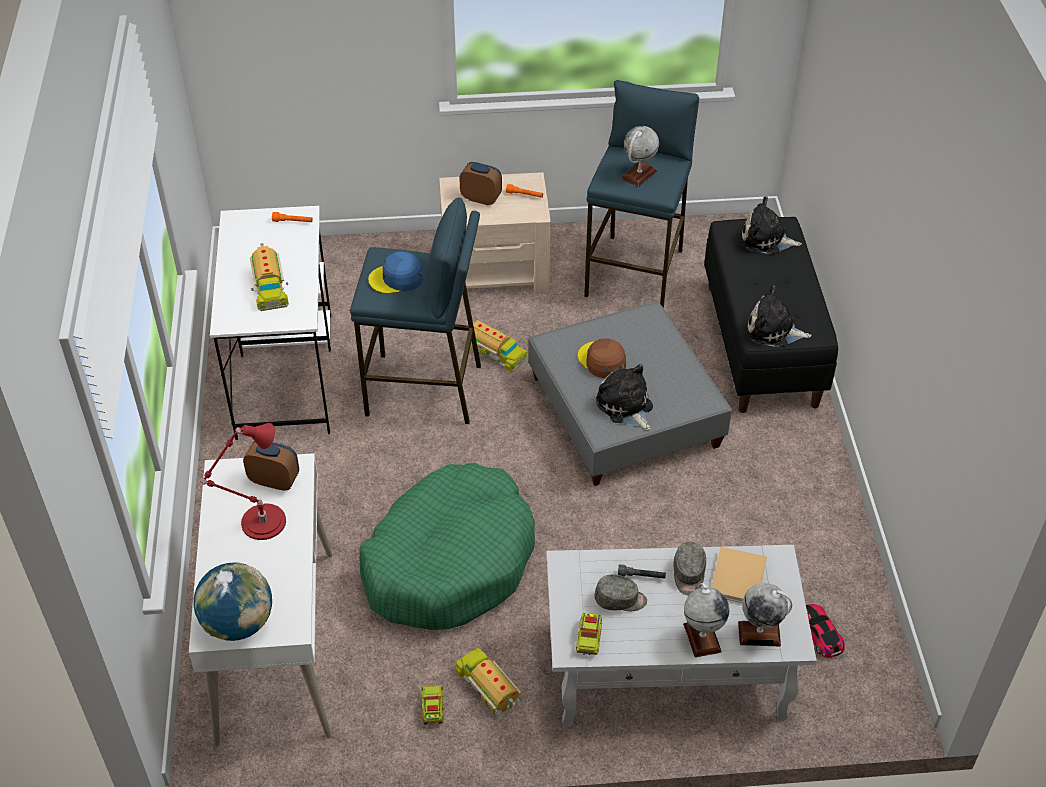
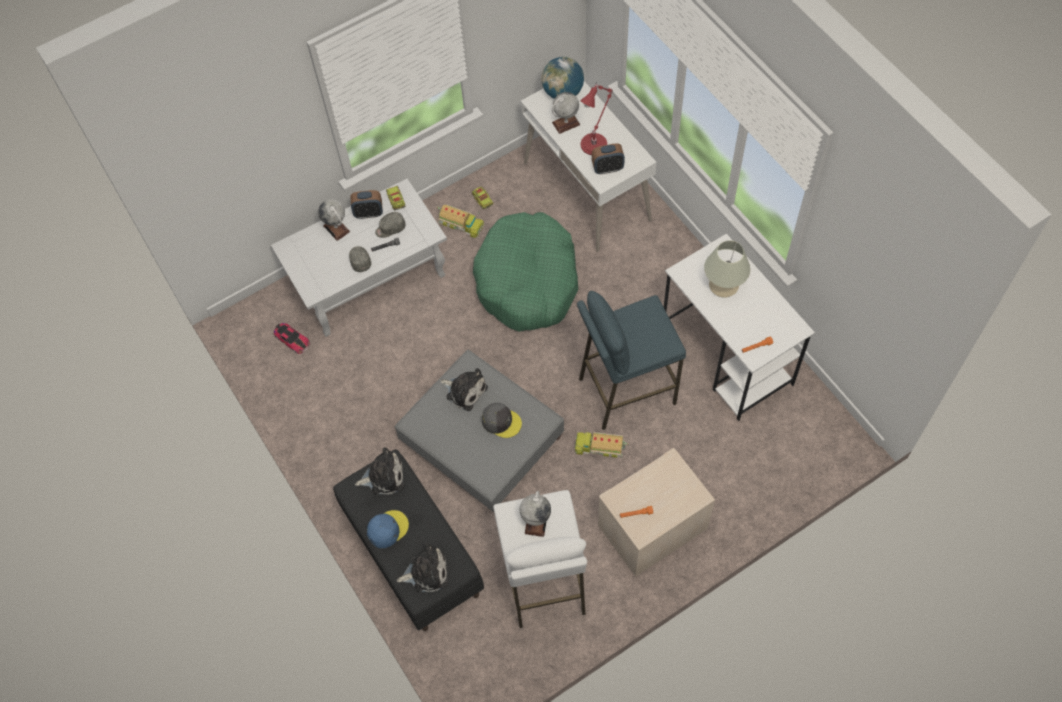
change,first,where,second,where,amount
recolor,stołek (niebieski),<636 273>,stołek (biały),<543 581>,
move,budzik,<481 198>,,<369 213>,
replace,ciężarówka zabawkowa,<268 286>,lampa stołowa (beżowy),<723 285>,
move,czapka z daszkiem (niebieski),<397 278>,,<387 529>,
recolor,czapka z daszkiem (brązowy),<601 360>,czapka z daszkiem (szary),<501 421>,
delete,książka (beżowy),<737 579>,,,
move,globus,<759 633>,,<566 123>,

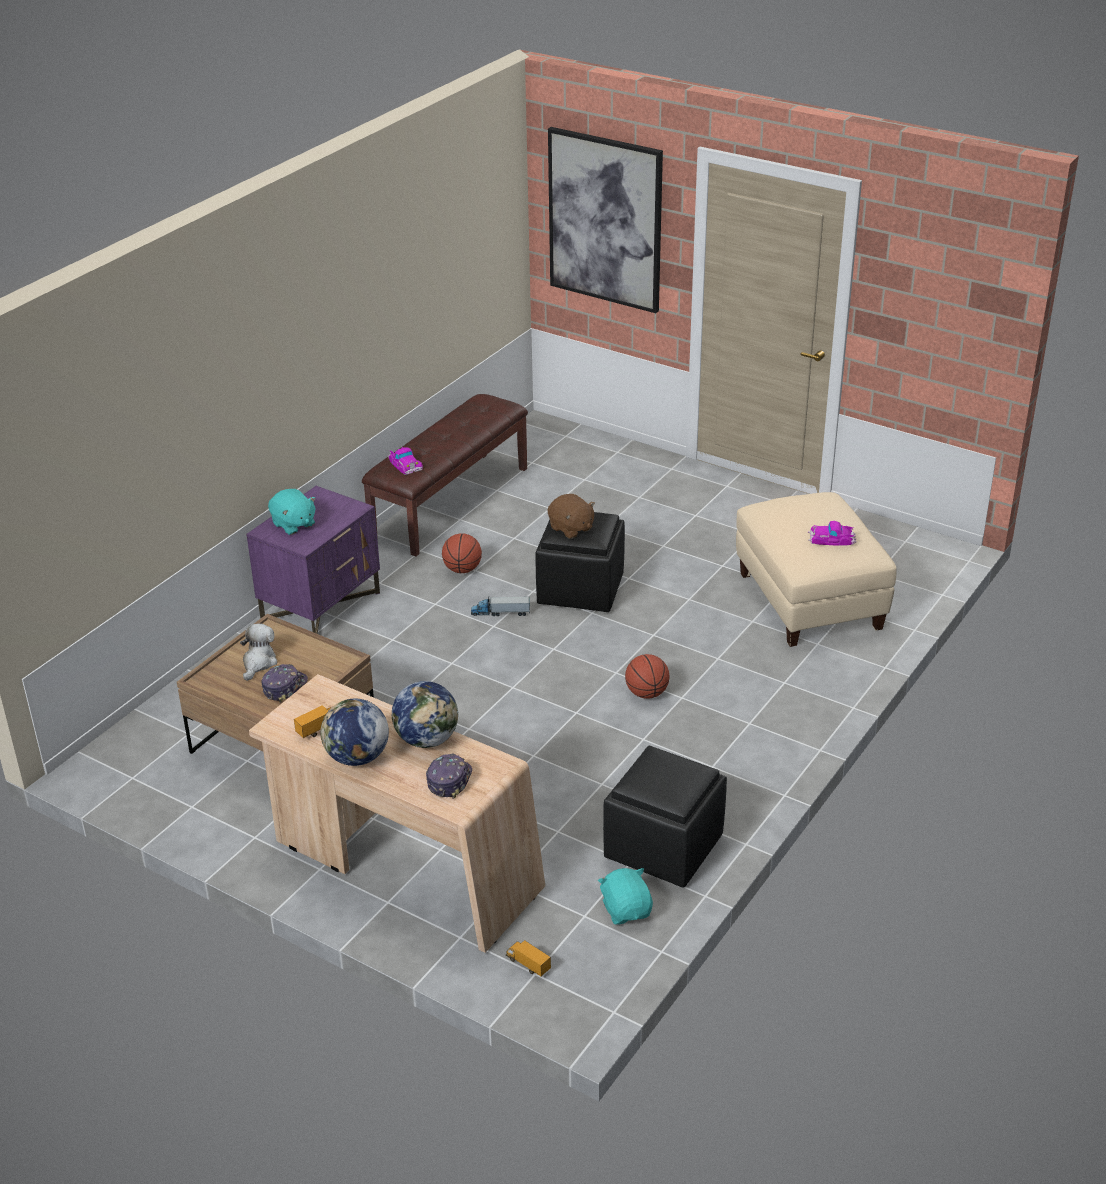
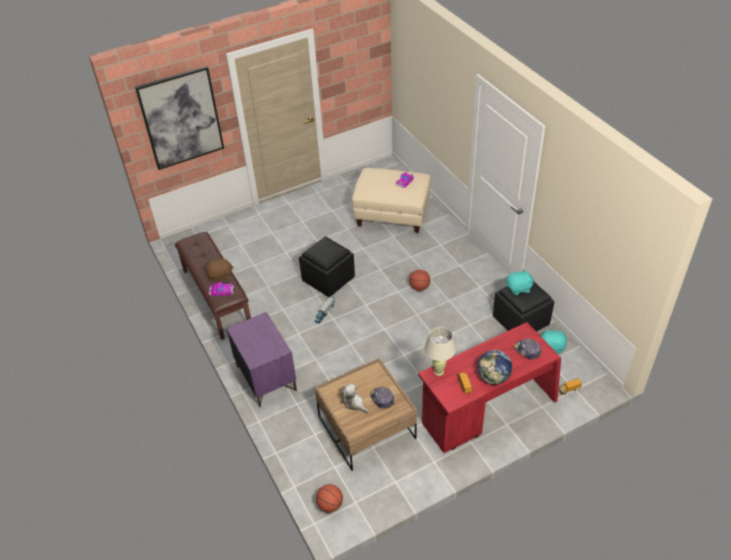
change,first,where,second,where,amount
move,pluszak (turkusowy),<293 524>,,<519 288>,
move,pluszak (brązowy),<571 529>,,<220 275>,
move,piłka do koszykówki,<462 569>,,<330 505>,
recolor,biurko (beżowy),<403 868>,biurko (czerwony),<487 411>,
delete,globus,<427 739>,,,
insert,,,lampa stołowa (beżowy),<438 372>,

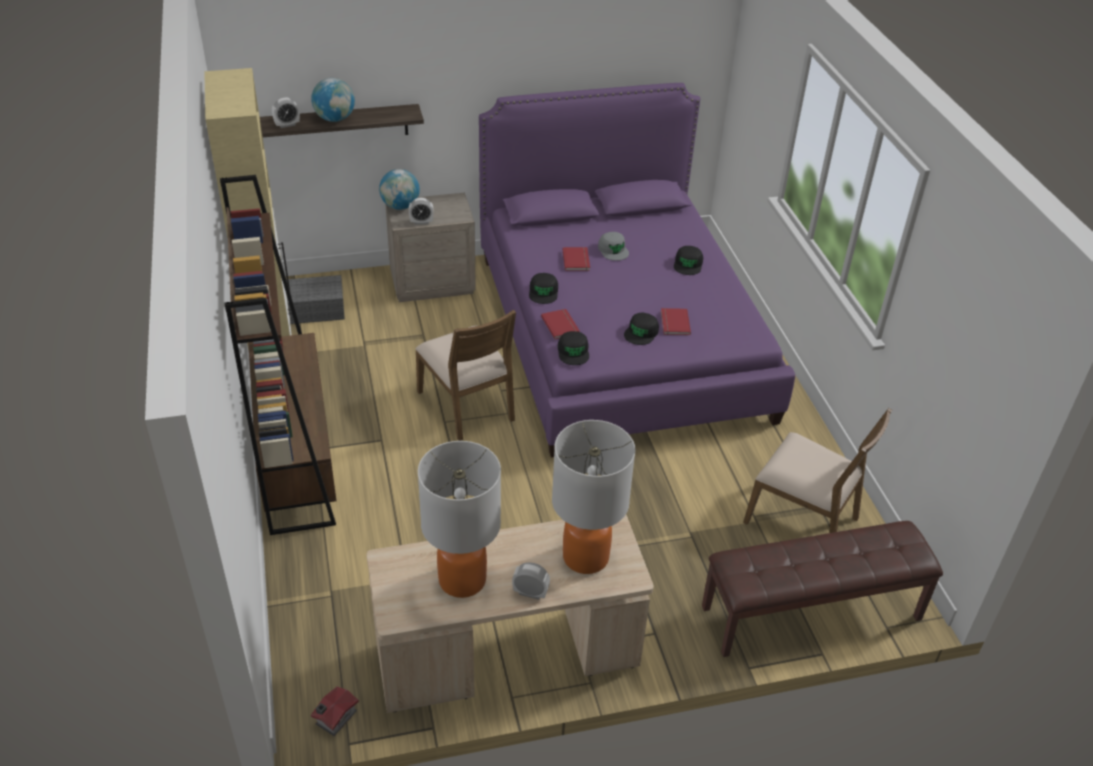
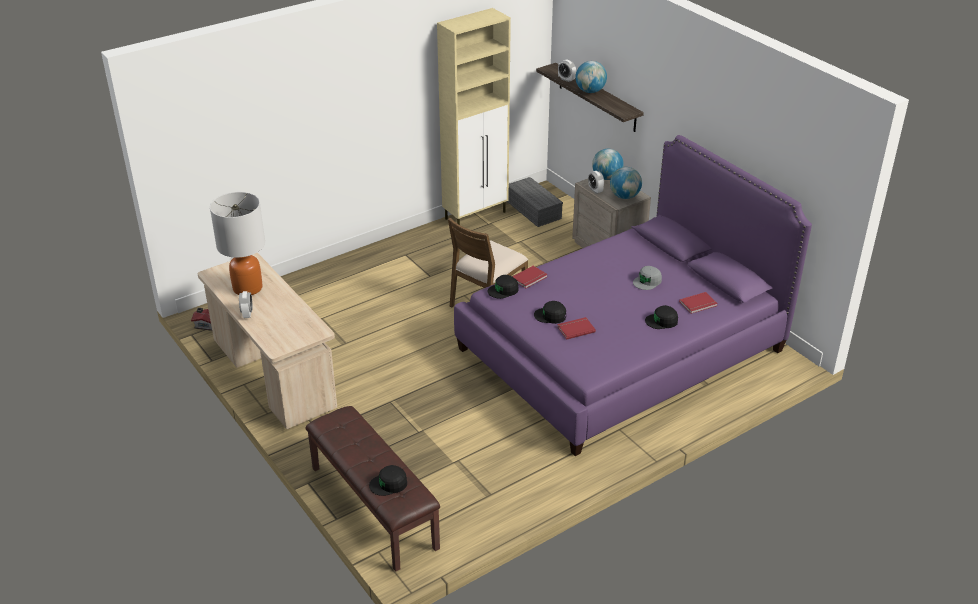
change,first,where,second,where,amount
delete,regał (brązowy),<296 458>,,,
move,książka (czerwony),<577 260>,,<699 304>,
move,czapka z daszkiem (czarny),<543 292>,,<389 484>,
delete,krzesło (brązowy),<803 519>,,,
delete,lampa stołowa,<585 557>,,,
insert,,,globus,<624 196>,

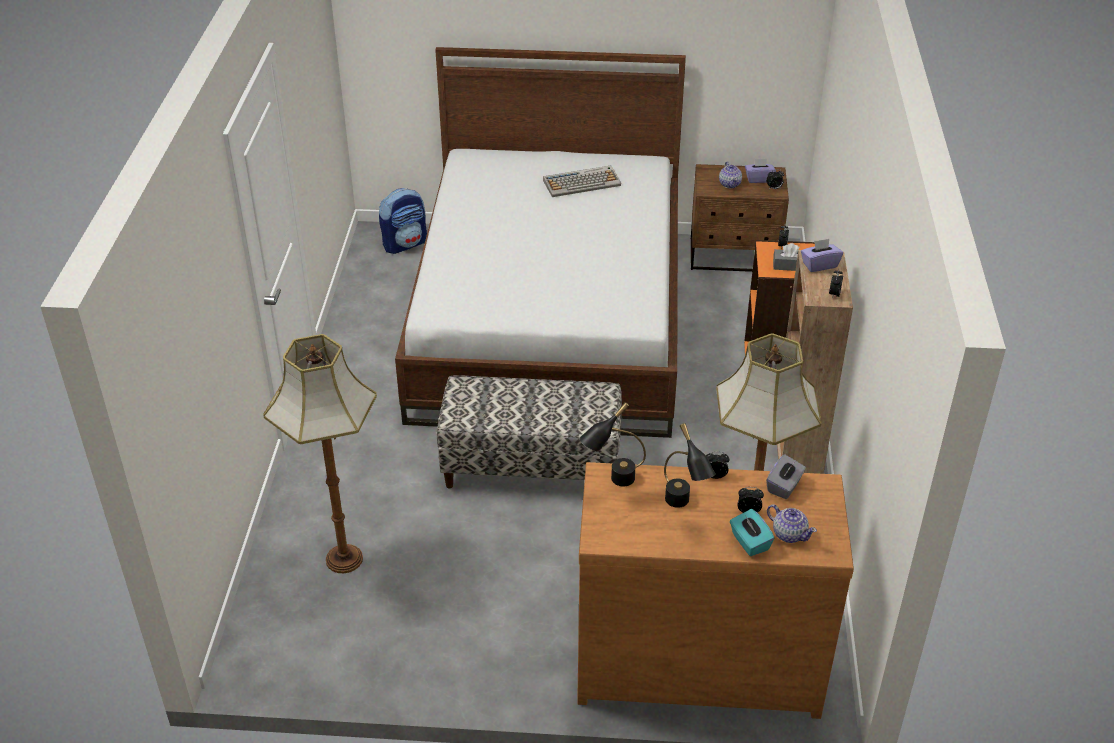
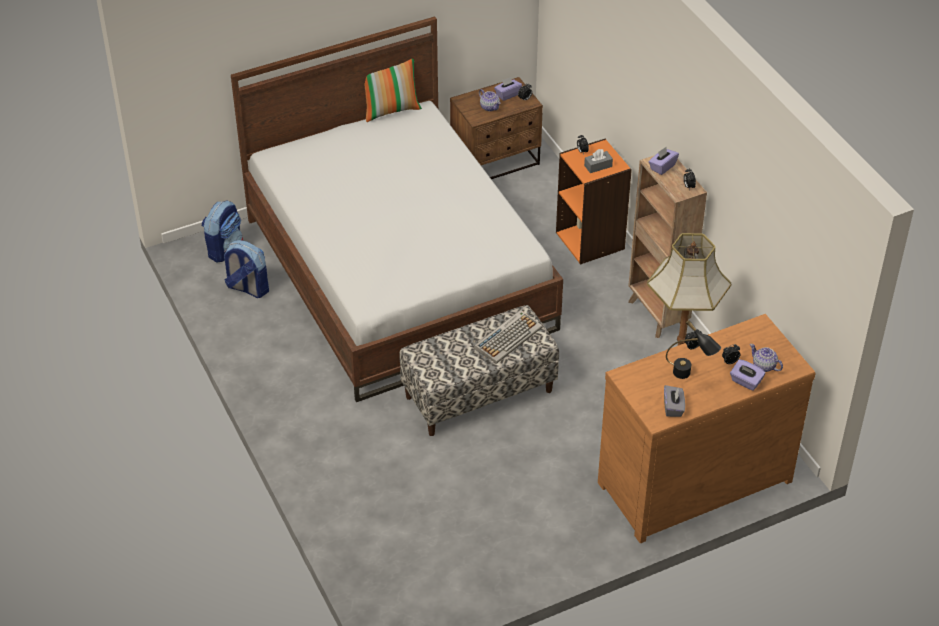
change,first,where,second,where,amount
move,klawiatura,<582 182>,,<508 337>,
delete,lampa stojąca,<342 559>,,,
delete,lampa stołowa (czarny),<613 482>,,,
move,pudełko chusteczek (szary),<784 486>,,<673 407>,
rotate,imbryk,<789 534>,,<764 366>,150 degrees counterclockwise
recolor,pudełko chusteczek (turkusowy),<749 542>,pudełko chusteczek (fioletowy),<746 382>,
insert,,,poduszka,<391 110>,
insert,,,plecak,<247 288>,

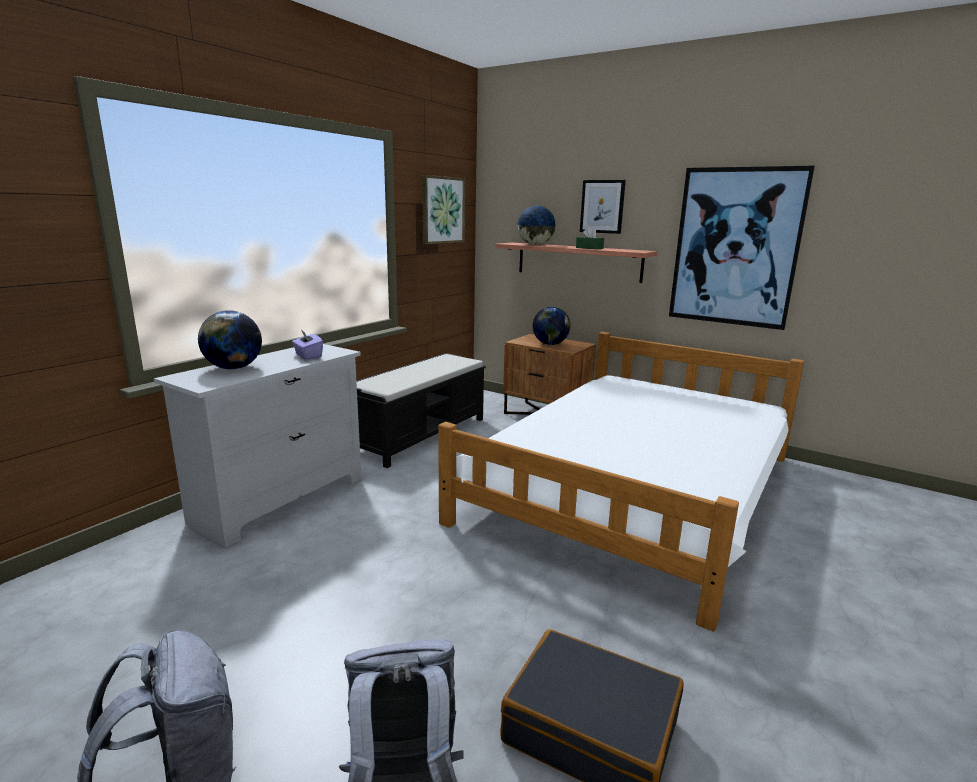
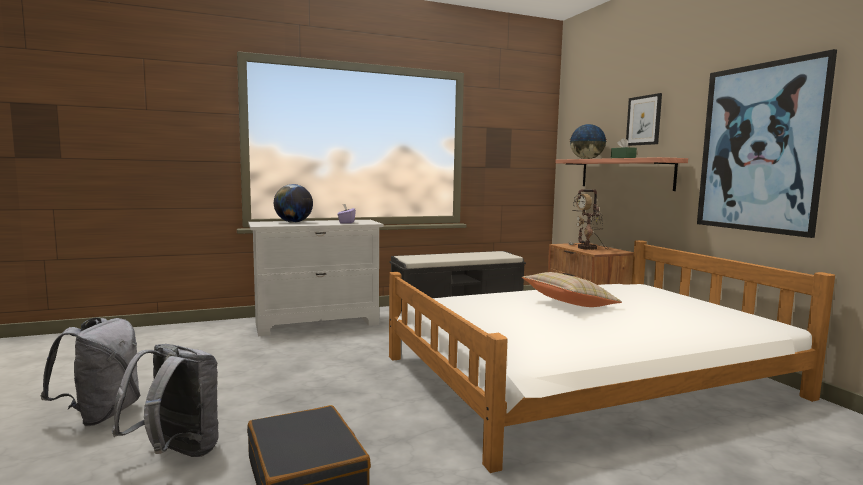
change,first,where,second,where,amount
delete,obraz,<442 210>,,,
replace,globus,<550 344>,lampa stołowa,<587 248>,
insert,,,poduszka (beżowy),<569 304>,

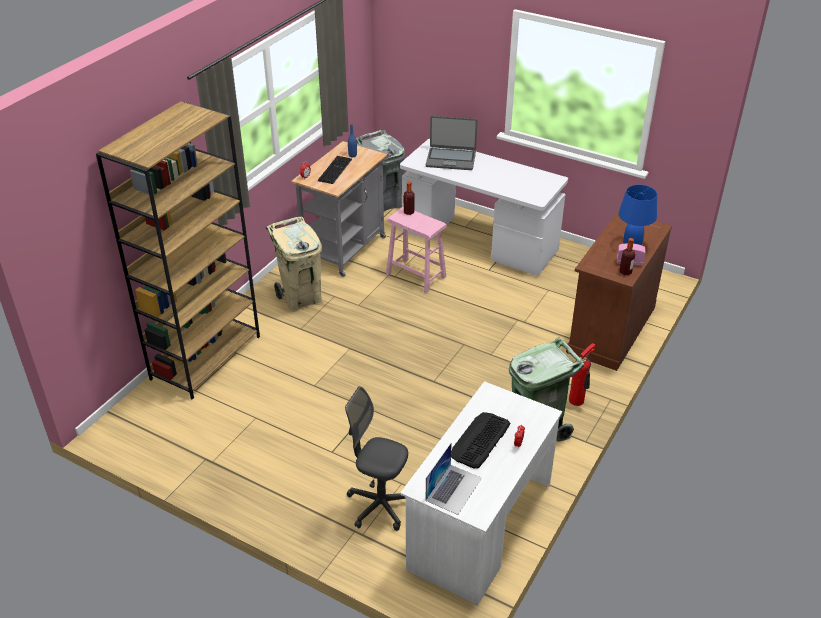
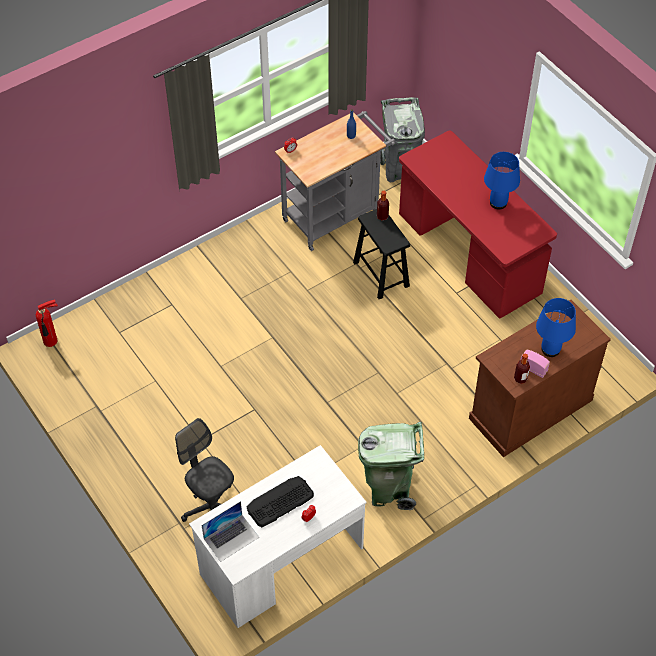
change,first,where,second,where,amount
delete,regał (brązowy),<206 357>,,,
delete,laptop,<451 159>,,,
recolor,biurko (biały),<479 241>,biurko (czerwony),<469 253>,
delete,klawiatura,<334 169>,,,
recolor,stołek (różowy),<416 275>,stołek (czarny),<381 274>,
delete,kosz na śmieci (beżowy),<301 299>,,,
move,gaśnica,<578 400>,,<52 342>,
insert,,,lampa stołowa (niebieski),<498 203>,

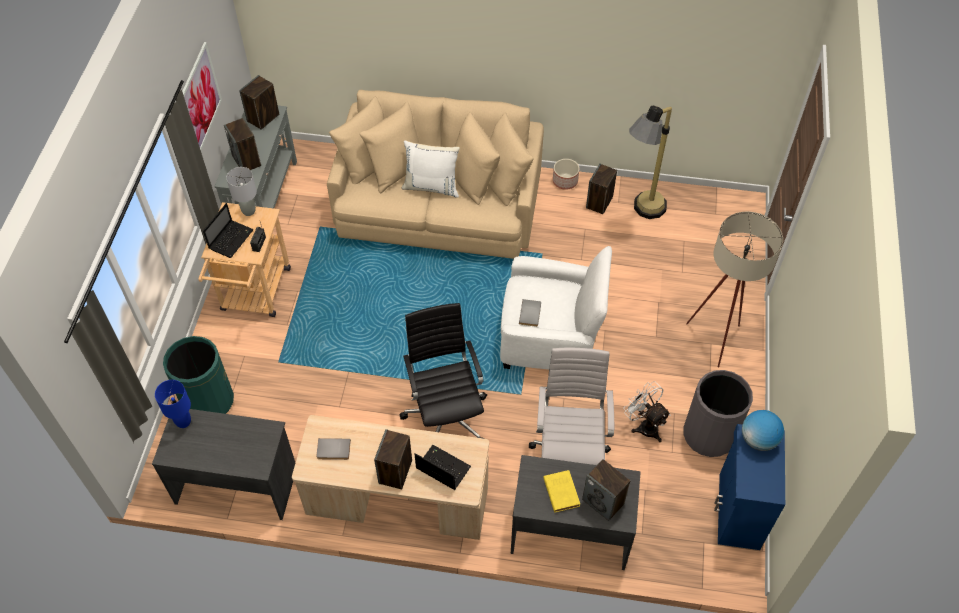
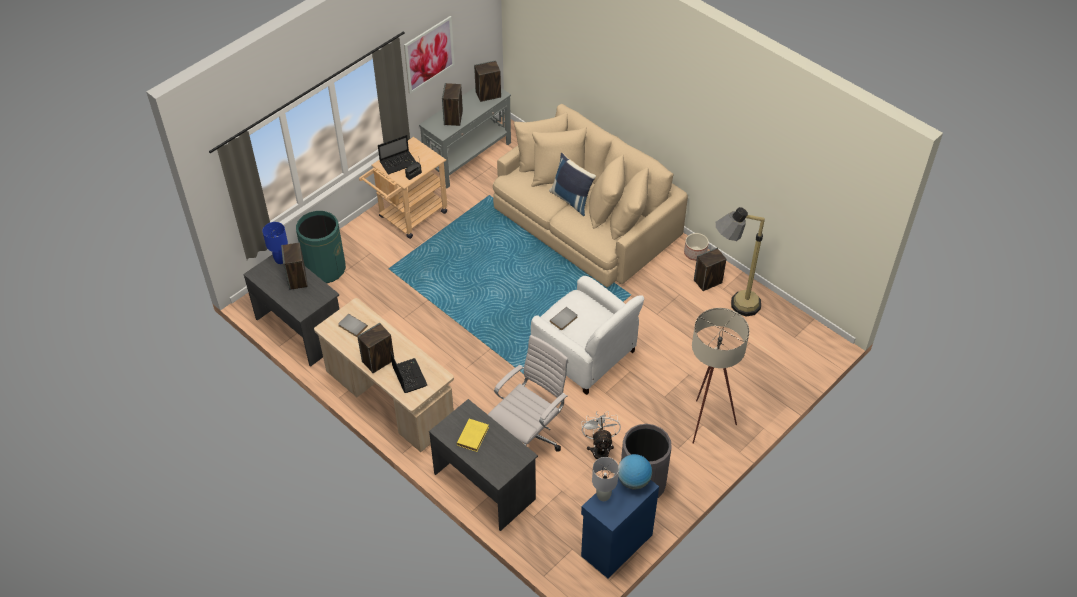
change,first,where,second,where,amount
recolor,poduszka (biały),<432 186>,poduszka (niebieski),<572 199>,
move,lampa stołowa (szary),<249 211>,,<603 496>,
delete,krzesło biurowe (czarny),<446 415>,,,
move,głośnik,<603 502>,,<297 279>,

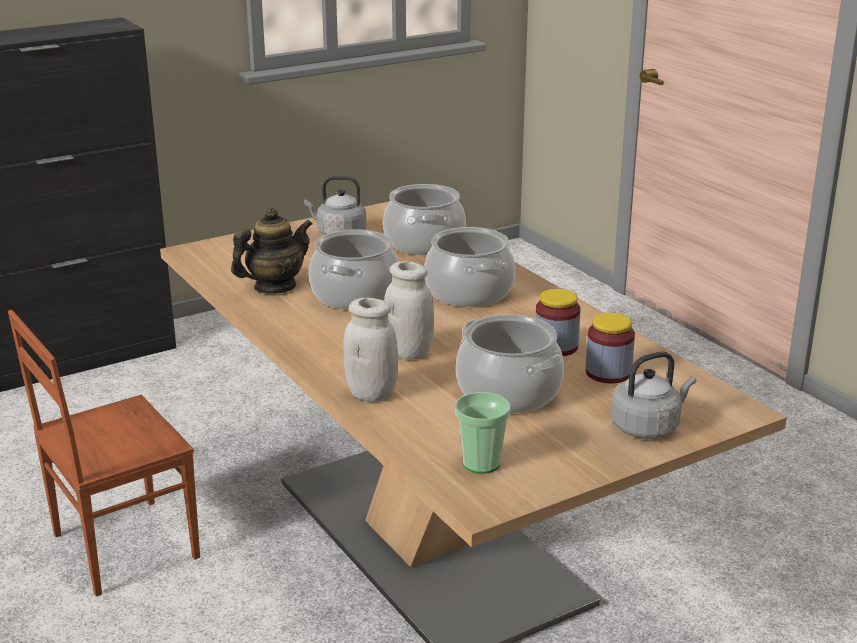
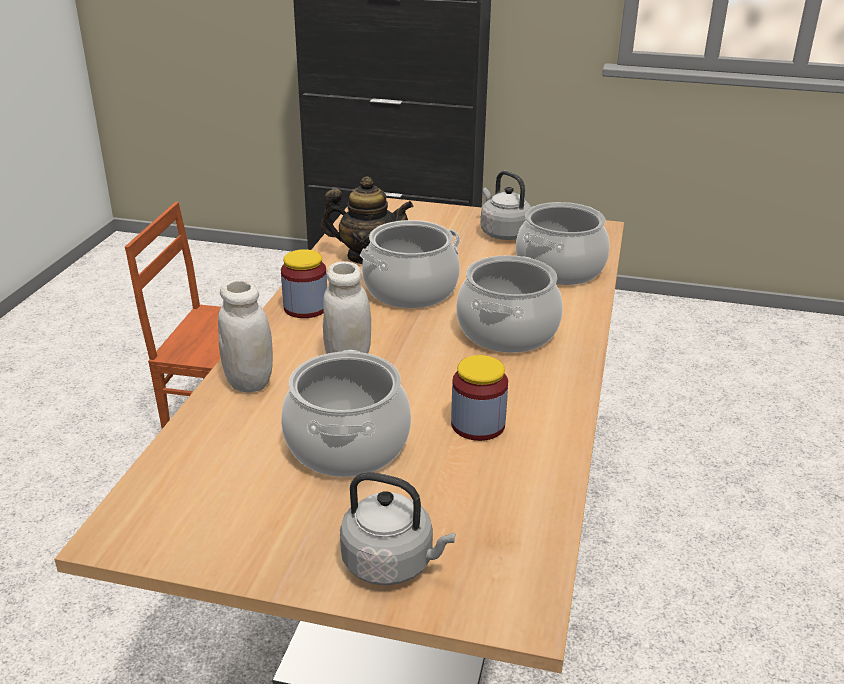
change,first,where,second,where,amount
move,słoik,<608 373>,,<305 308>,
delete,filiżanka,<481 464>,,,

